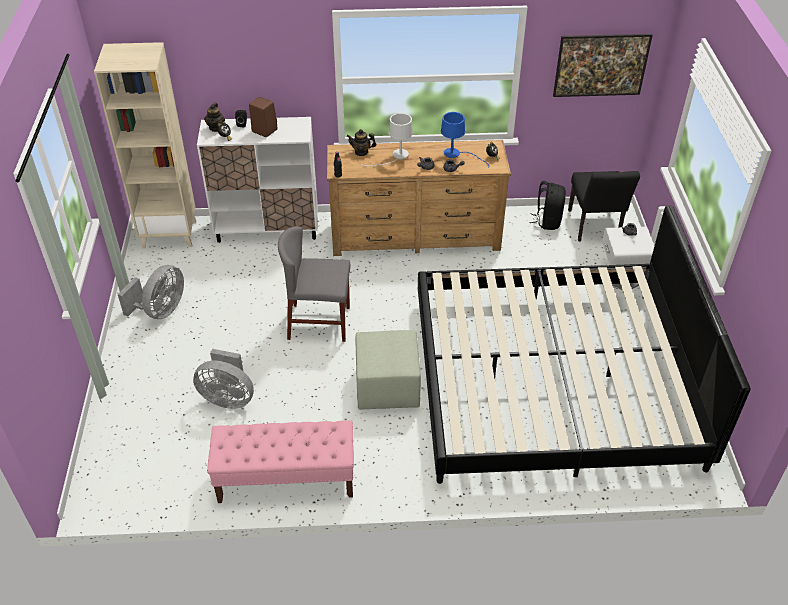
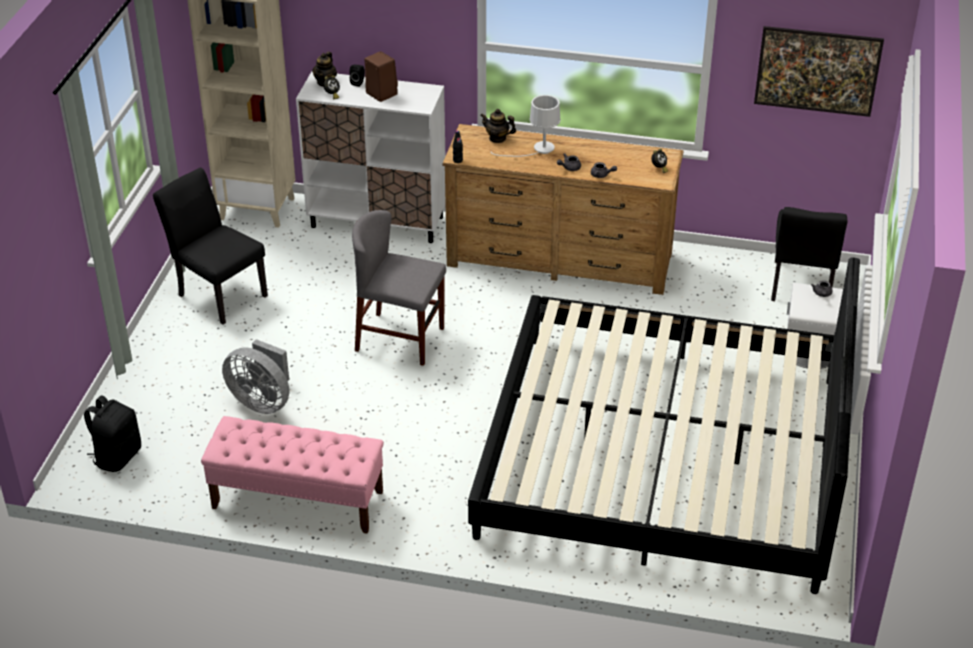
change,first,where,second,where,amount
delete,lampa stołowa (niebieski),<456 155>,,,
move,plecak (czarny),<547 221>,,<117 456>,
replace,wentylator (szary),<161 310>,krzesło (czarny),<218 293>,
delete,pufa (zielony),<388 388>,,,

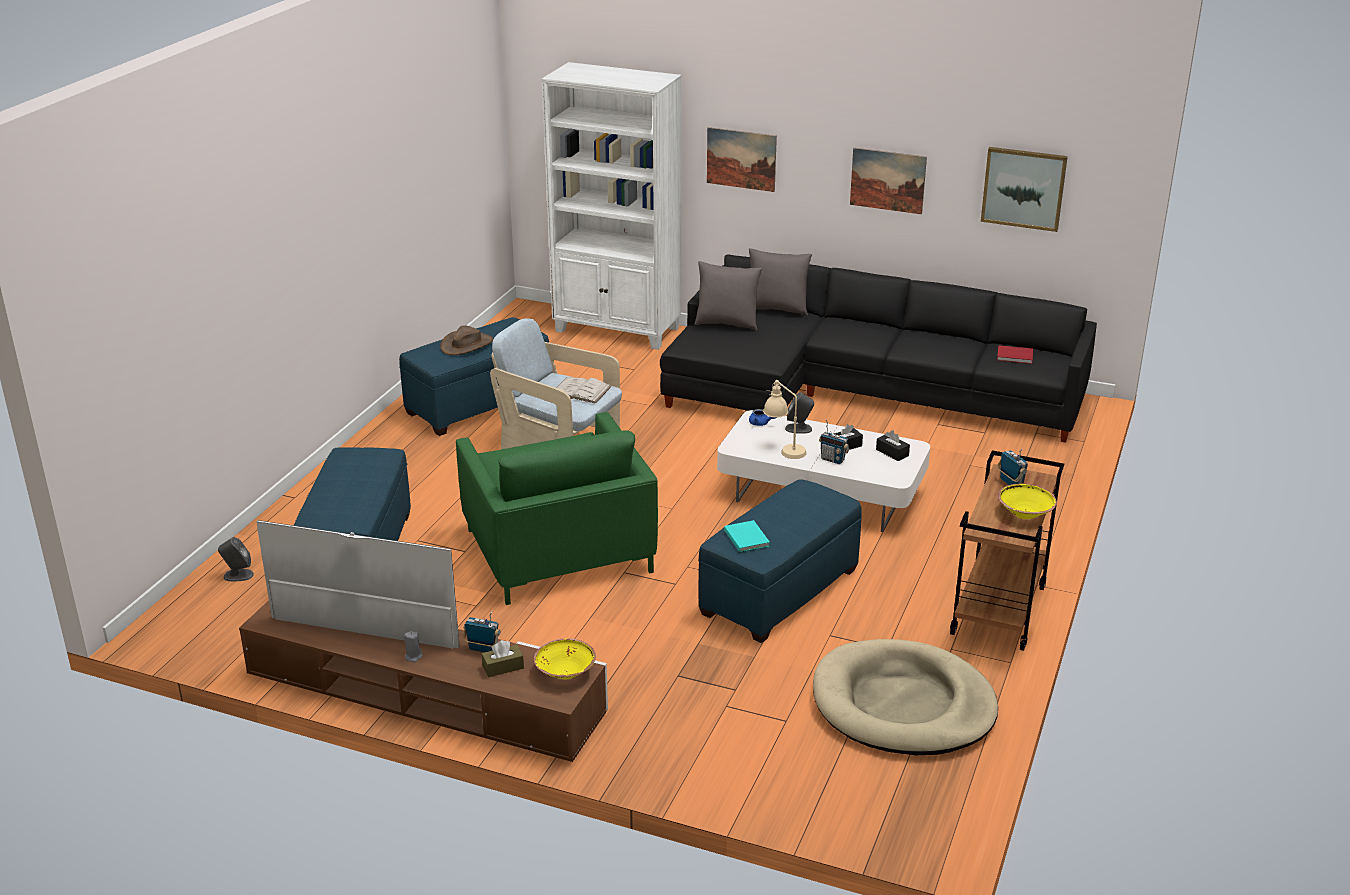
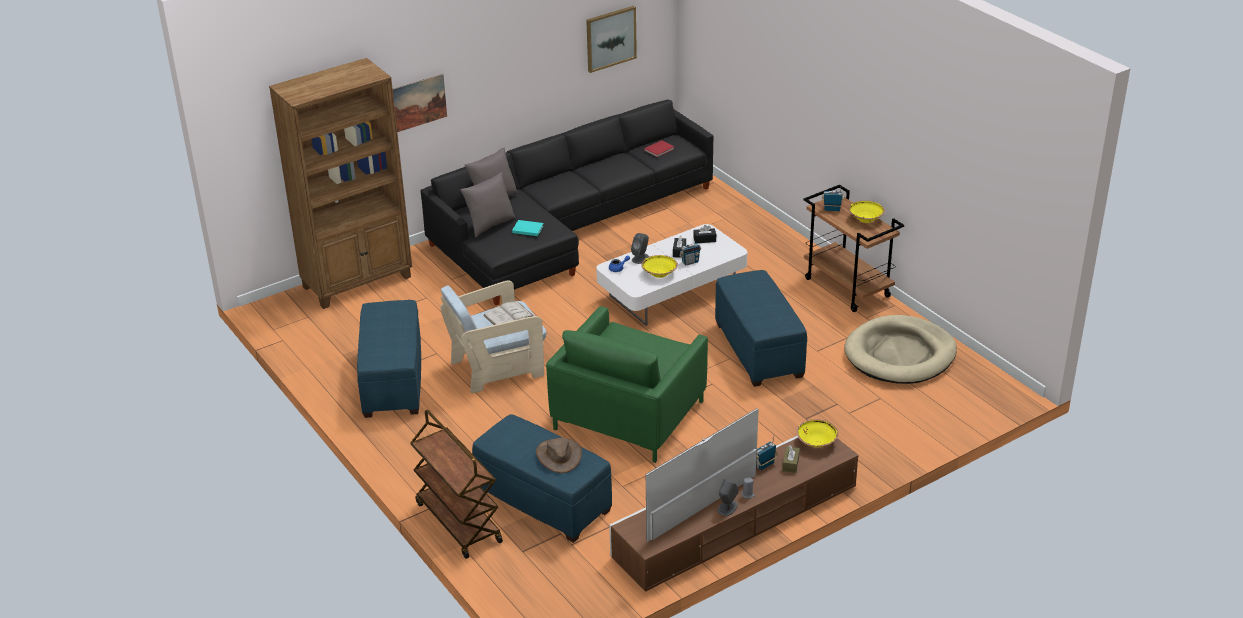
change,first,where,second,where,amount
recolor,regał (biały),<617 330>,regał (brązowy),<358 282>,
delete,obraz,<887 180>,,,
move,kapelusz (brązowy),<467 344>,,<559 456>,
replace,lampa stołowa (beżowy),<783 449>,miska (żółty),<659 274>,
rotate,fotel (zielony),<557 551>,,<628 415>,105 degrees clockwise
move,książka (turkusowy),<747 537>,,<527 229>,
move,głośnik (szary),<238 575>,,<727 508>,
insert,,,wózek (brązowy),<457 522>,

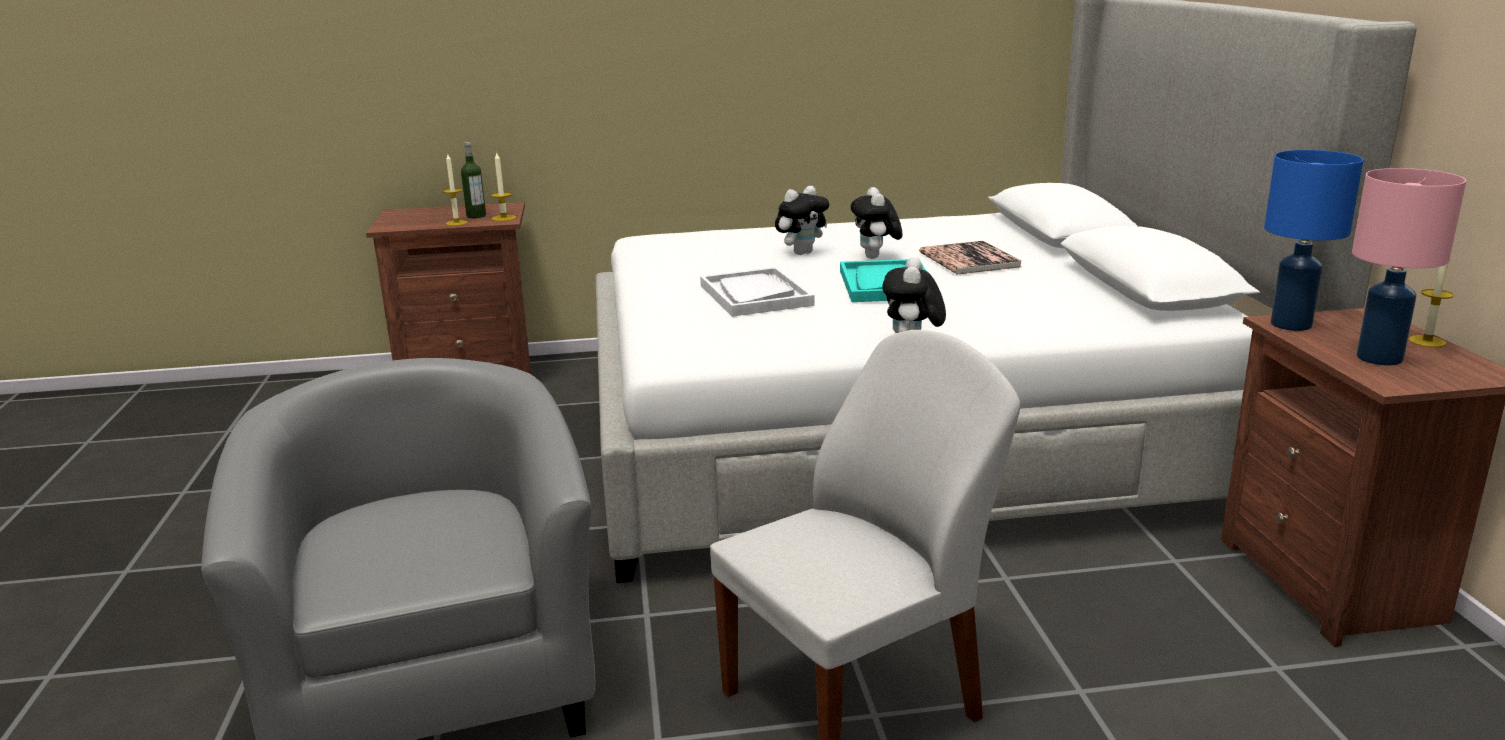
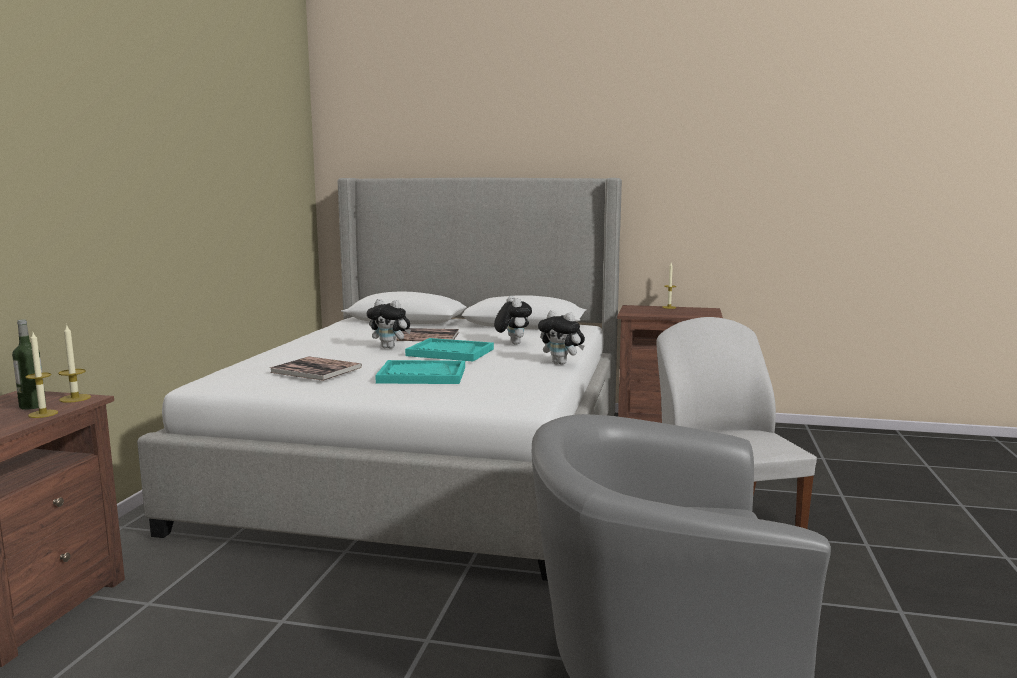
change,first,where,second,where,amount
delete,lampa stołowa (niebieski),<1291 324>,,,
delete,lampa stołowa (różowy),<1378 358>,,,
move,pluszak,<802 253>,,<512 343>,
recolor,taca (biały),<755 295>,taca (turkusowy),<421 375>,
insert,,,książka,<316 370>,

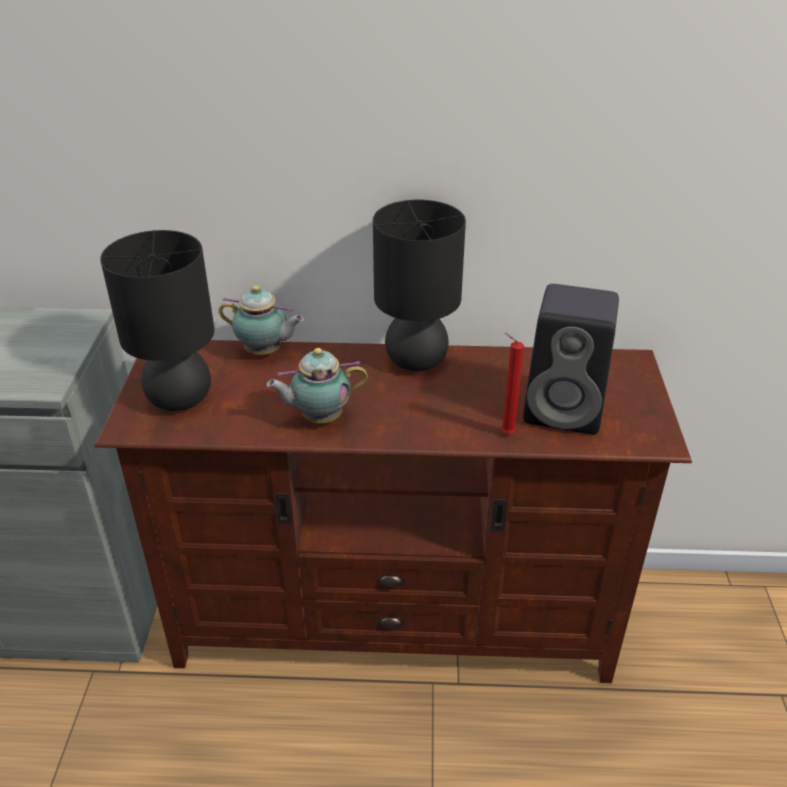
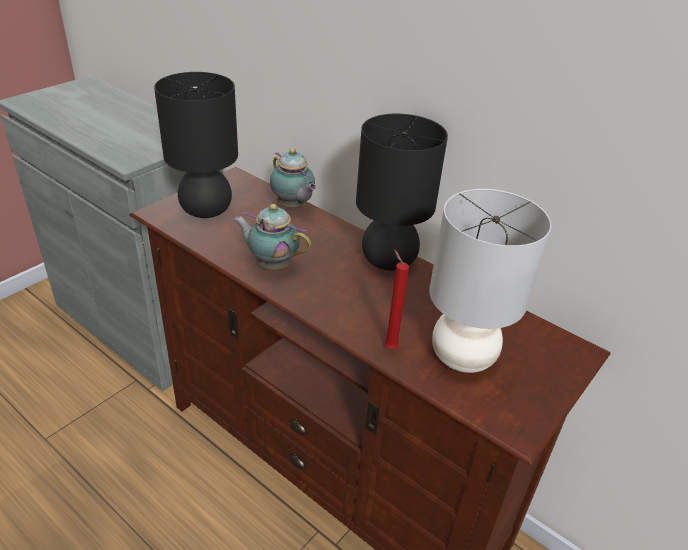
change,first,where,second,where,amount
replace,głośnik (czarny),<566 409>,lampa stołowa (szary),<464 357>,

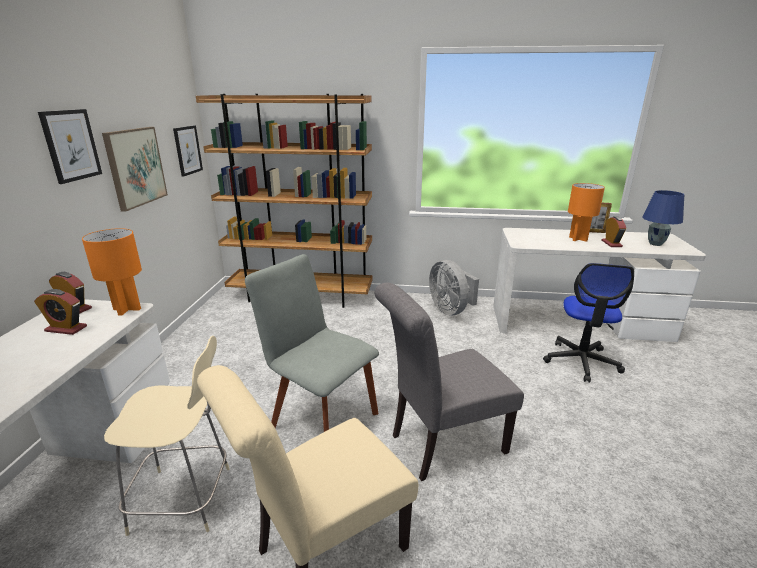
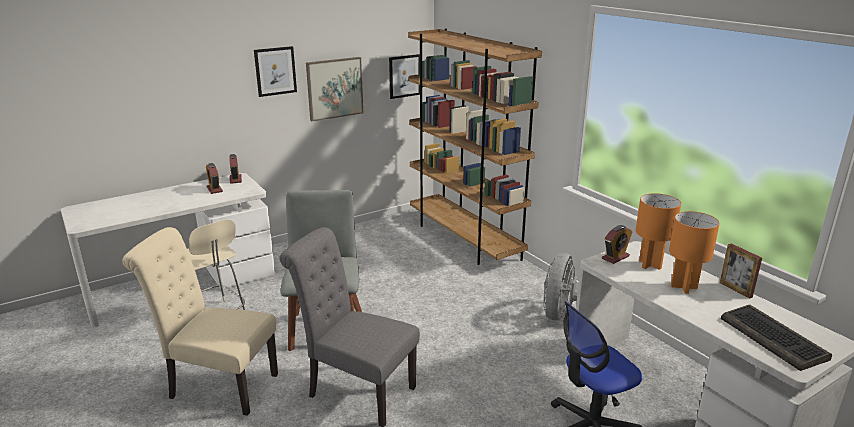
change,first,where,second,where,amount
replace,lampa stołowa (niebieski),<655 244>,klawiatura,<774 339>,
move,budzik,<611 243>,,<615 257>,
move,lampa stołowa (pomarańczowy),<127 309>,,<650 265>,

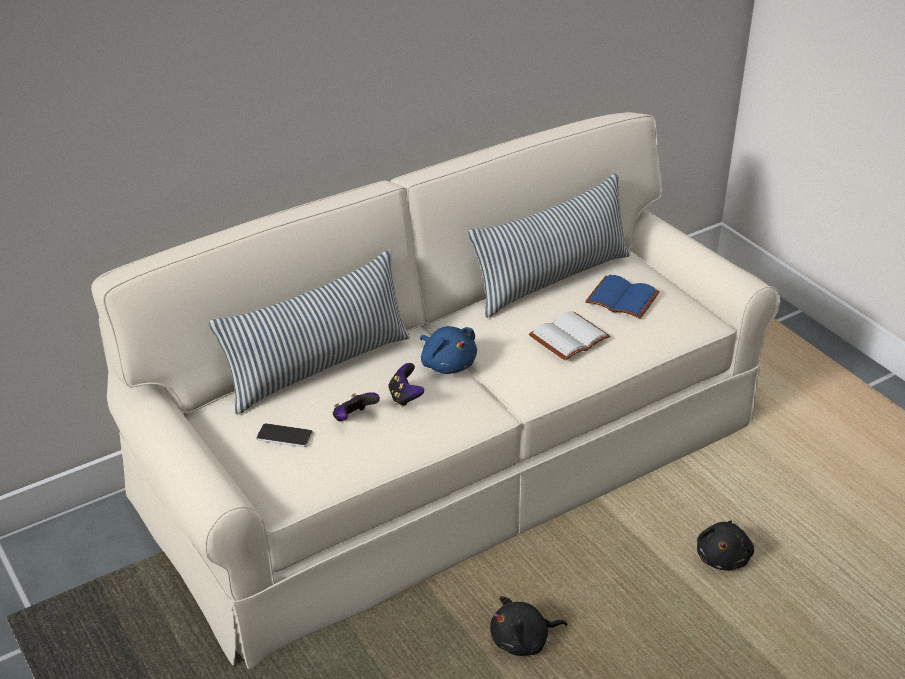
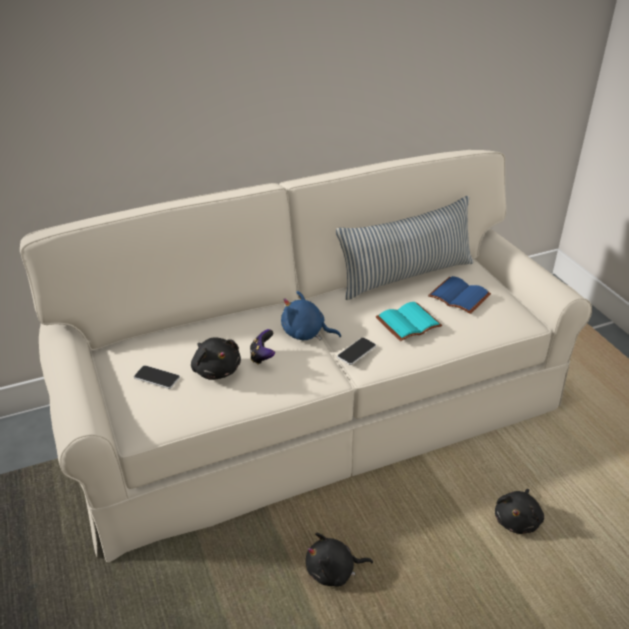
change,first,where,second,where,amount
delete,poduszka,<318 367>,,,
recolor,książka (biały),<568 336>,książka (turkusowy),<408 322>,
rotate,pluszak (niebieski),<447 364>,,<306 333>,135 degrees clockwise
replace,pad do gier,<354 418>,pluszak (czarny),<216 369>,
insert,,,telefon,<356 352>,

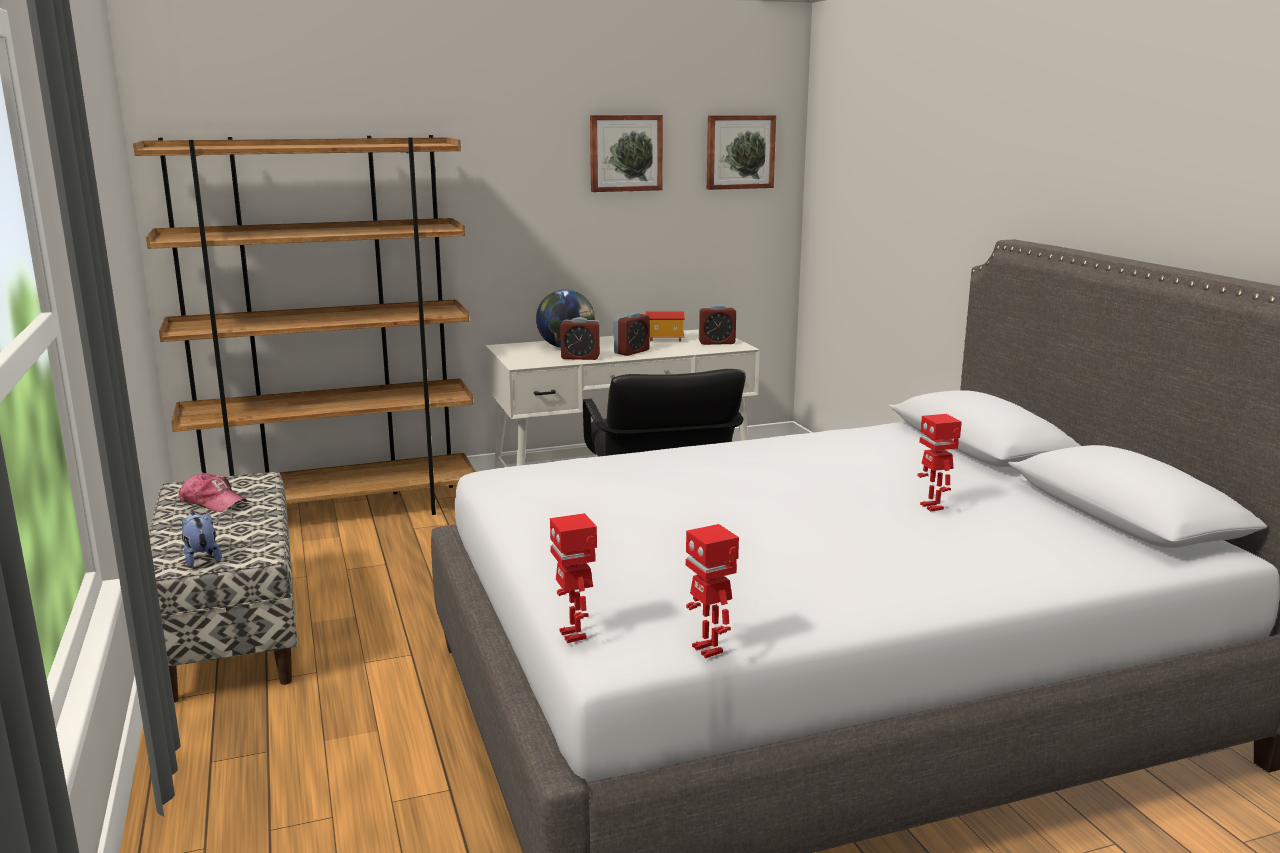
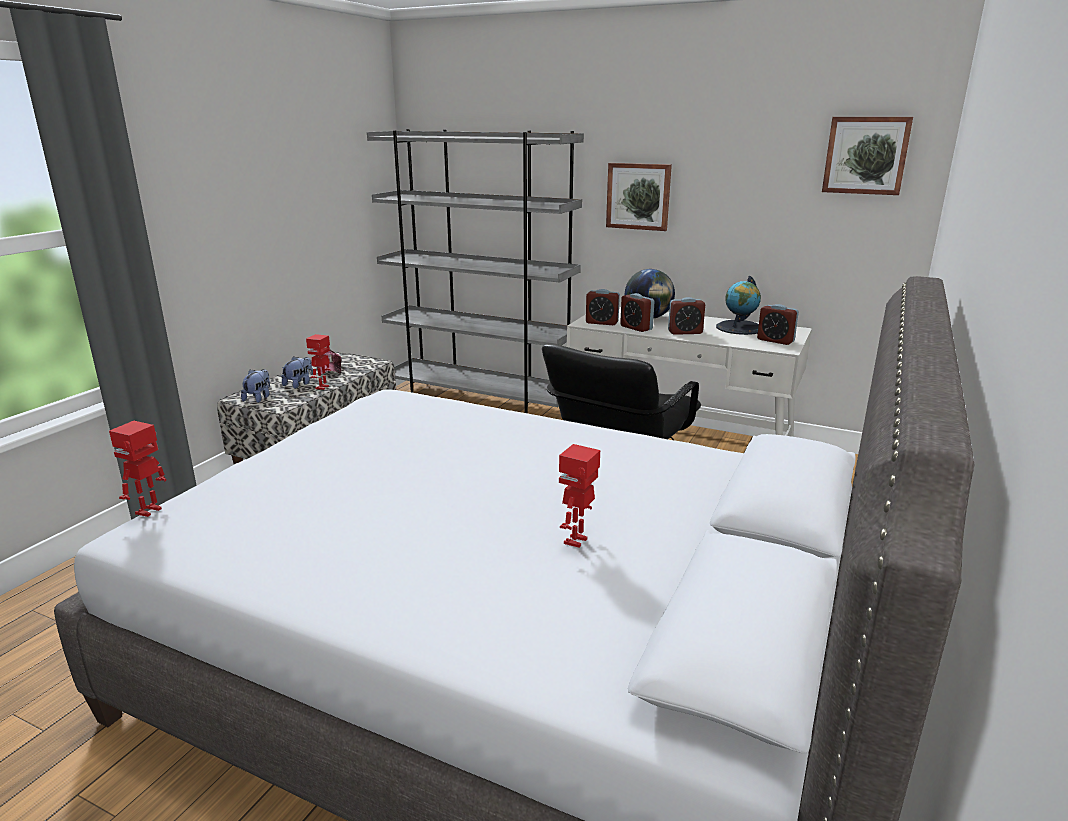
change,first,where,second,where,amount
move,obraz,<625 153>,,<638 196>,
recolor,regał (brązowy),<337 512>,regał (szary),<480 402>,
replace,domek,<664 339>,globus,<739 328>,
move,robot zabawkowy,<709 649>,,<323 387>,
insert,,,budzik,<602 322>,
insert,,,pluszak,<299 384>,

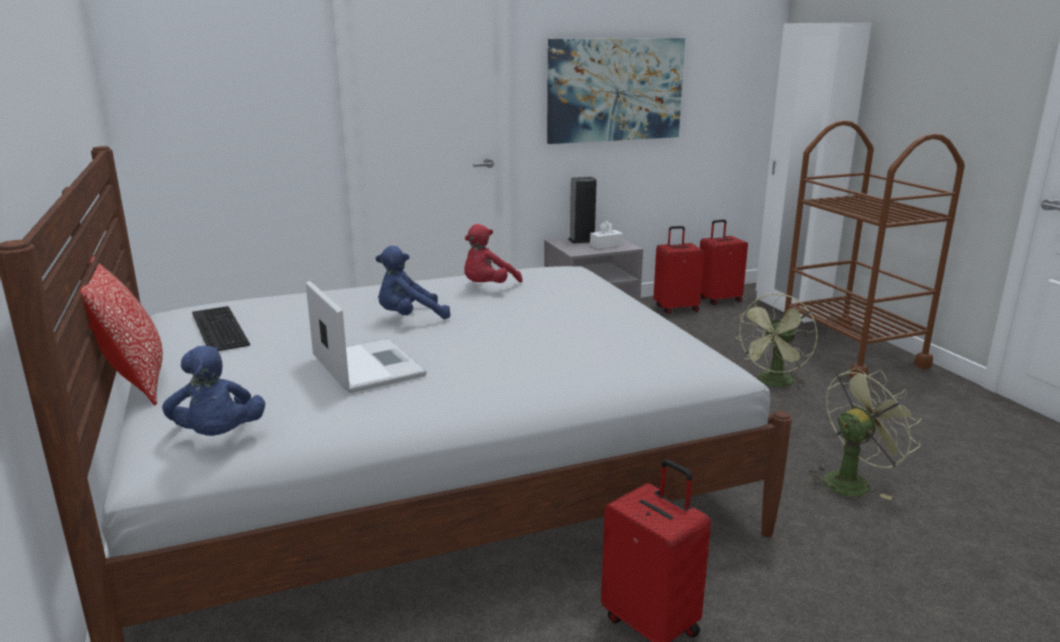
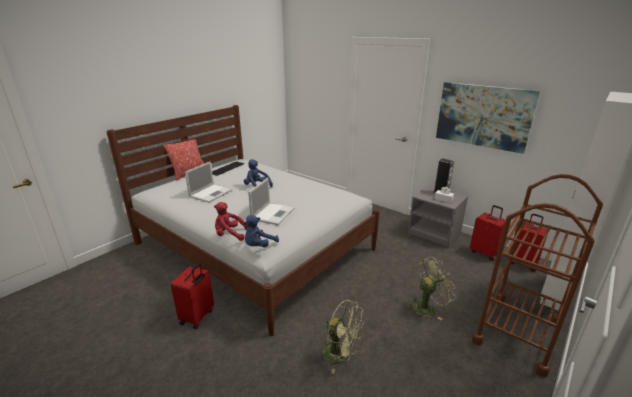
change,first,where,second,where,amount
move,pluszak (czerwony),<488 288>,,<230 235>,
rotate,wentylator (zielony),<773 383>,,<427 308>,150 degrees clockwise
move,pluszak (niebieski),<218 437>,,<259 246>,
insert,,,laptop,<273 213>,

